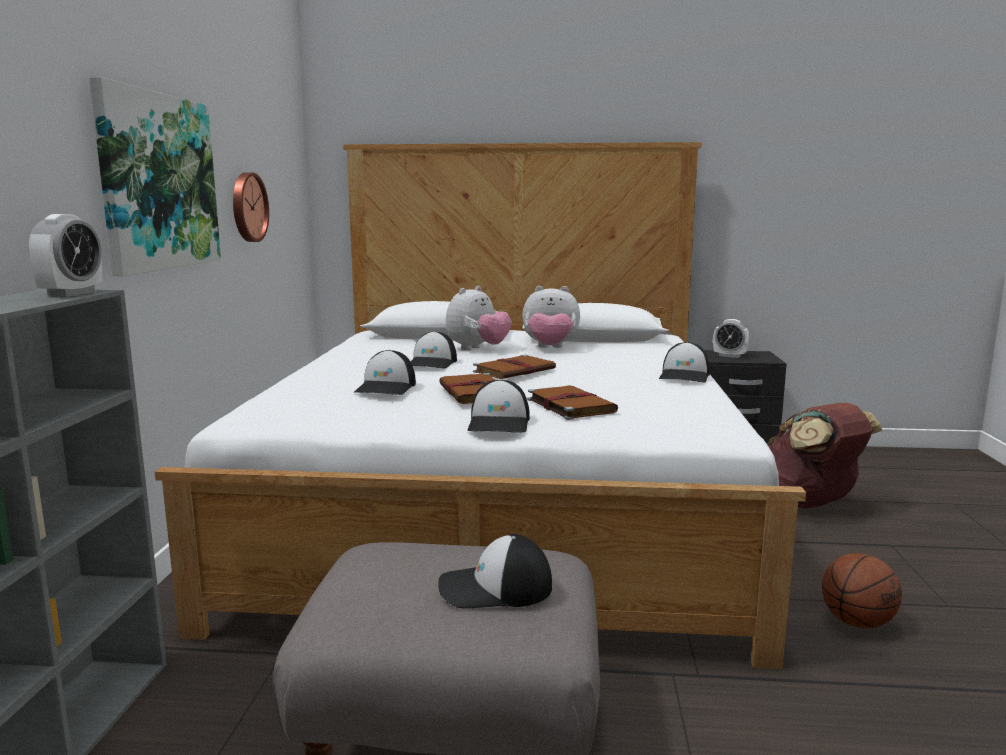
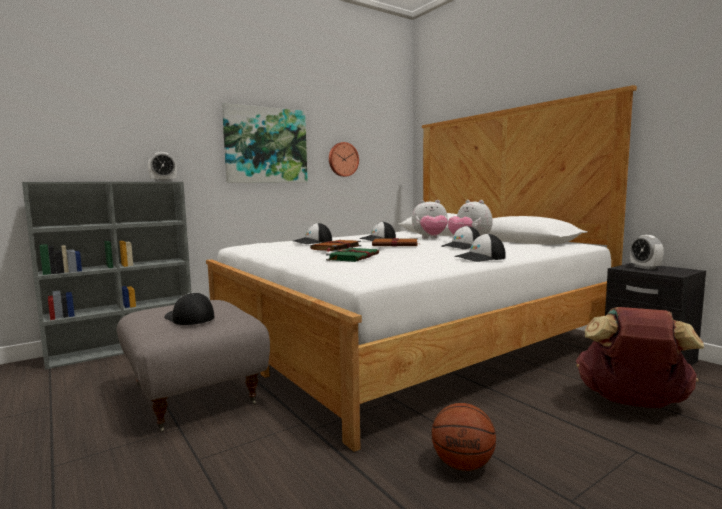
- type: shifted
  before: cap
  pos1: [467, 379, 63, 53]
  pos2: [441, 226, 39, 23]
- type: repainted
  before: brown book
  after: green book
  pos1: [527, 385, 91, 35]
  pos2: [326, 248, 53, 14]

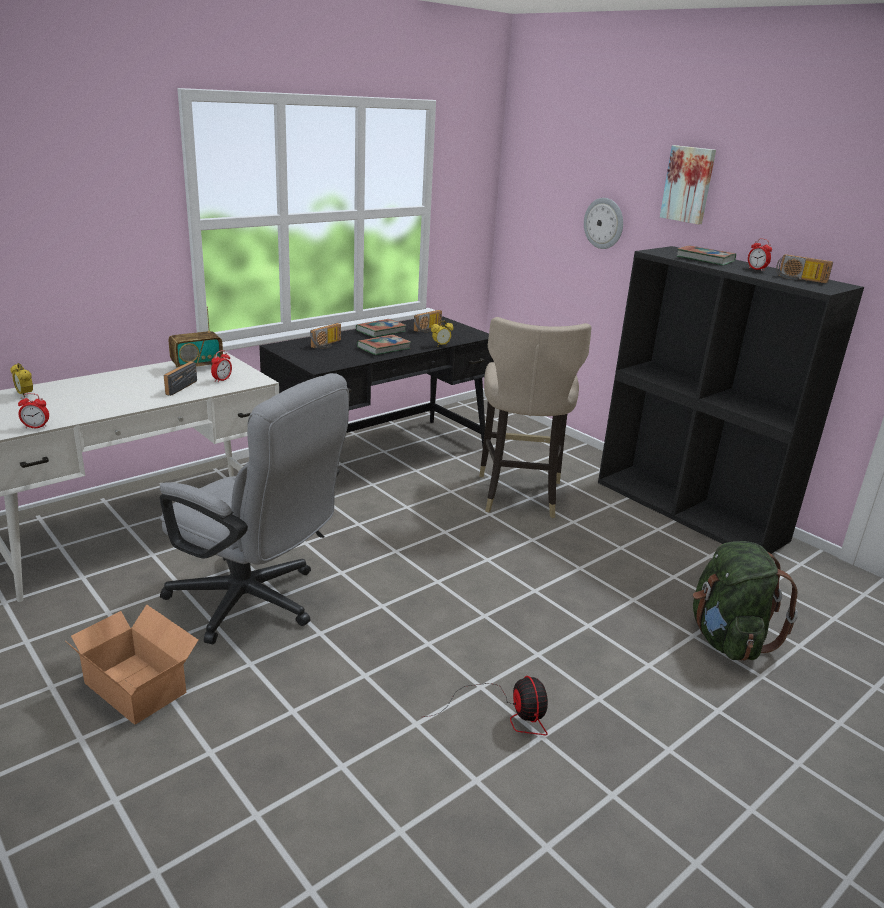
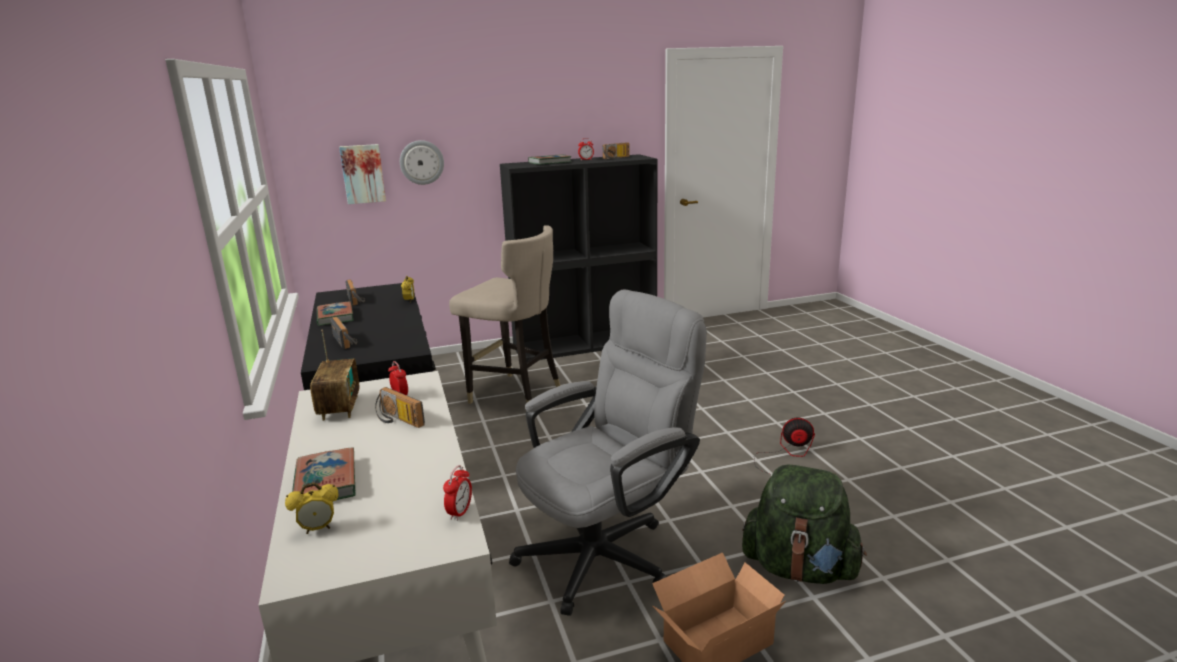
- type: shifted
  before: picture
  pos1: [660, 145, 56, 79]
  pos2: [339, 144, 47, 60]
- type: shifted
  before: book
  pos1: [357, 334, 54, 21]
  pos2: [292, 447, 64, 53]
- type: shifted
  before: green backpack
  pos1: [693, 541, 105, 120]
  pos2: [742, 464, 125, 120]

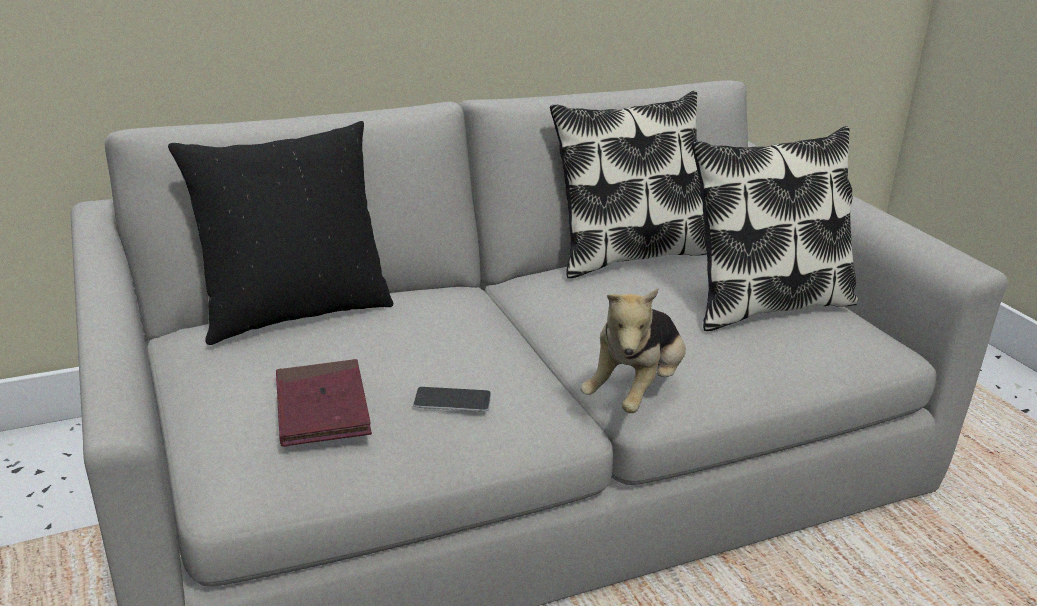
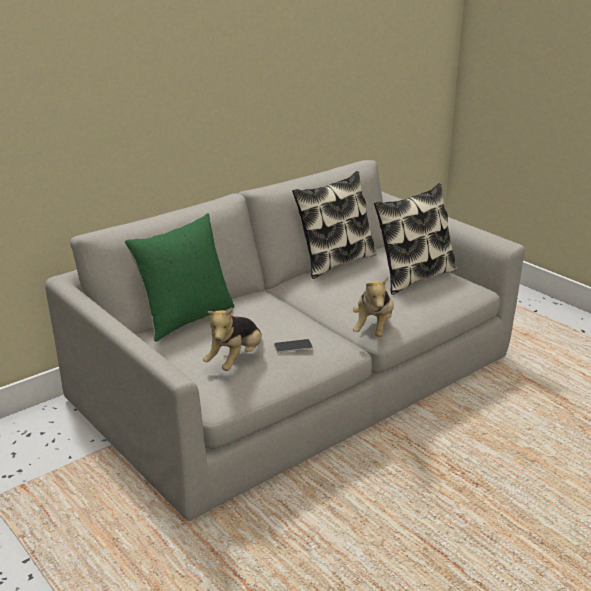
- type: repainted
  before: black pillow
  after: green pillow
  pos1: [168, 121, 226, 224]
  pos2: [125, 213, 109, 129]
- type: swapped
  before: red book
  after: plush toy
  pos1: [276, 359, 96, 88]
  pos2: [203, 308, 59, 63]

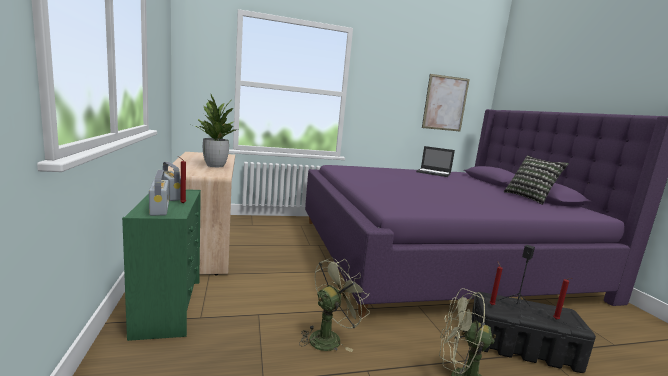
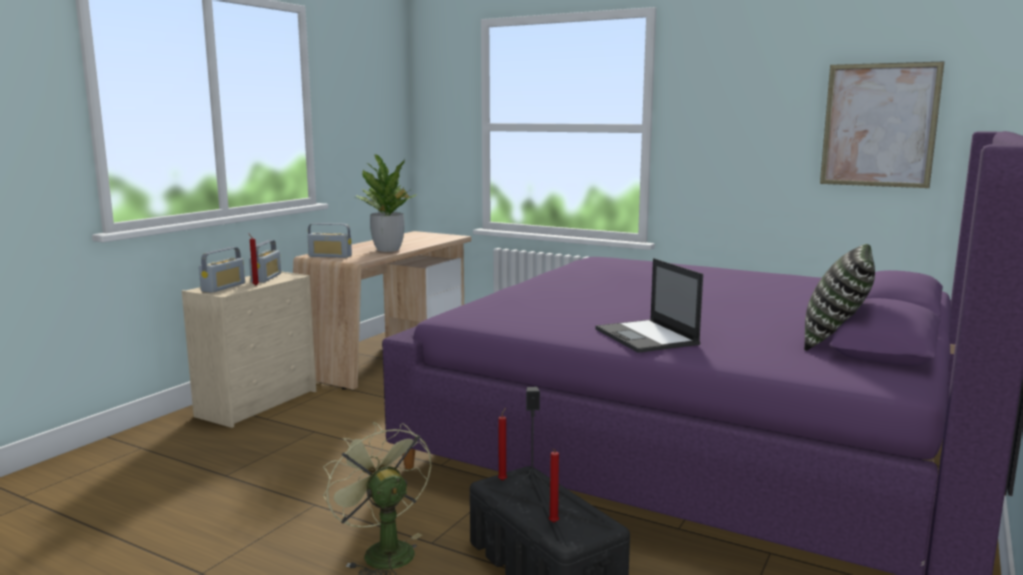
- type: shifted
  before: laptop
  pos1: [416, 146, 39, 31]
  pos2: [595, 258, 108, 95]
- type: repainted
  before: green dresser
  after: beige dresser
  pos1: [122, 189, 79, 152]
  pos2: [182, 271, 134, 157]
- type: gone
  before: green fan
  pos1: [299, 257, 71, 95]
- type: new
  after: radio
  pos2: [307, 223, 45, 35]

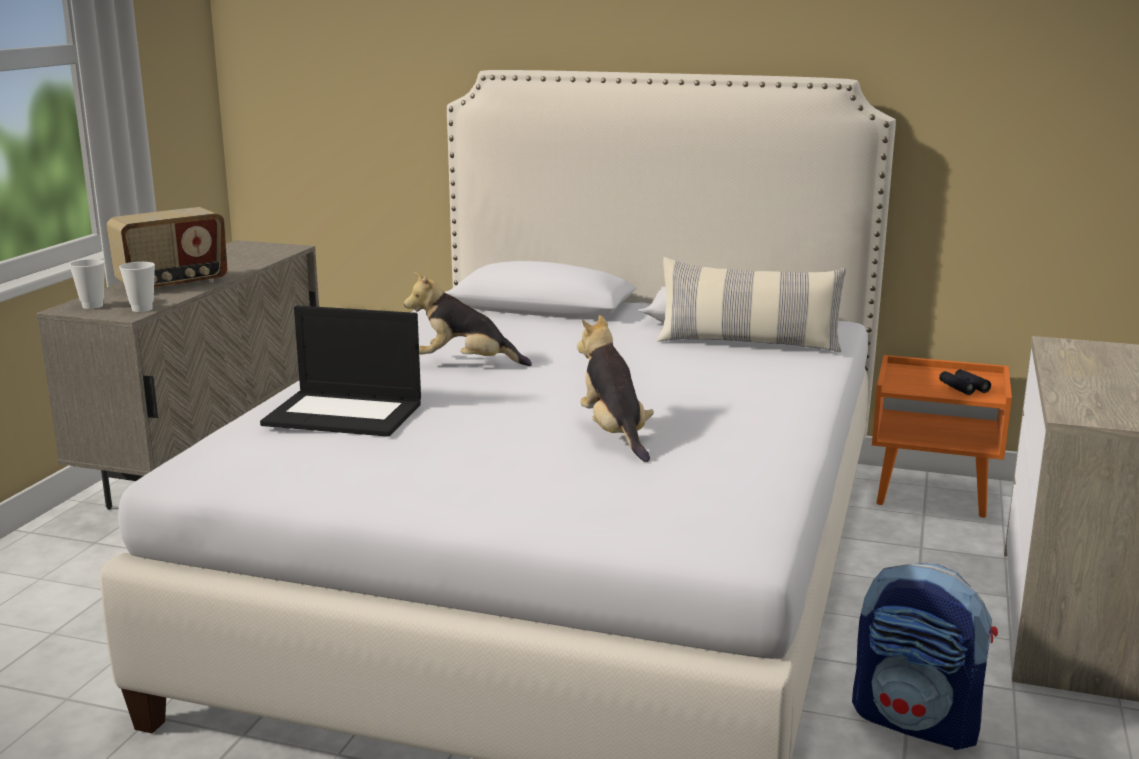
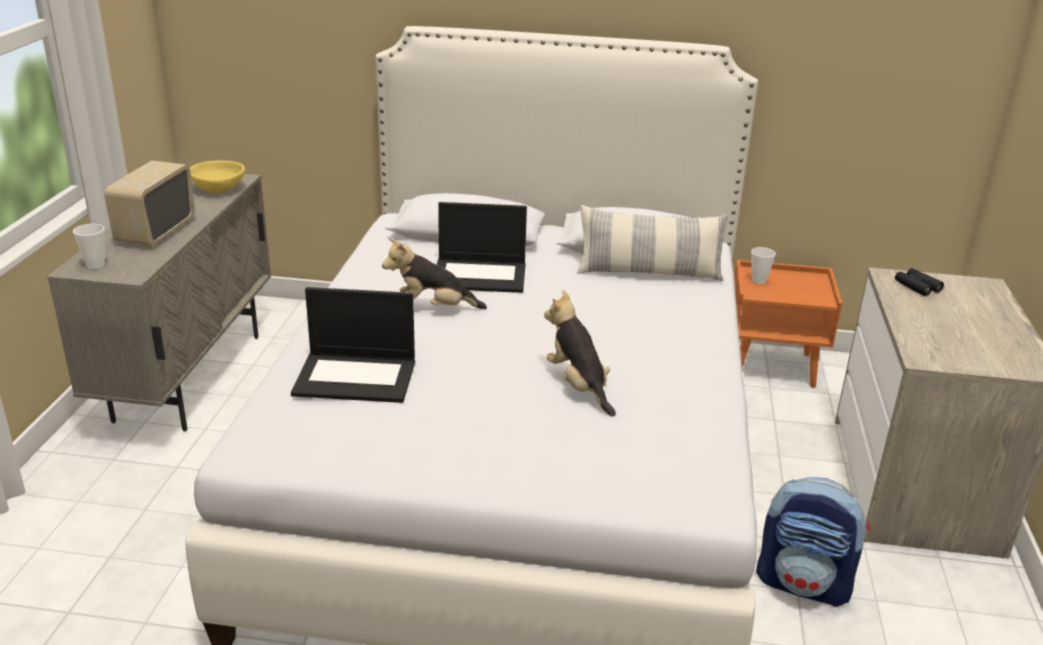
- type: rotated
  before: radio
  pos1: [106, 207, 122, 80]
  pos2: [104, 160, 91, 86]
  turn: 150
- type: shifted
  before: cup
  pos1: [119, 262, 36, 50]
  pos2: [751, 247, 25, 37]
- type: shifted
  before: black binoculars
  pos1: [939, 369, 52, 26]
  pos2: [895, 268, 49, 28]
- type: new
  after: yellow bowl
  pos2: [190, 161, 55, 32]
- type: new
  after: laptop
  pos2: [437, 202, 90, 91]

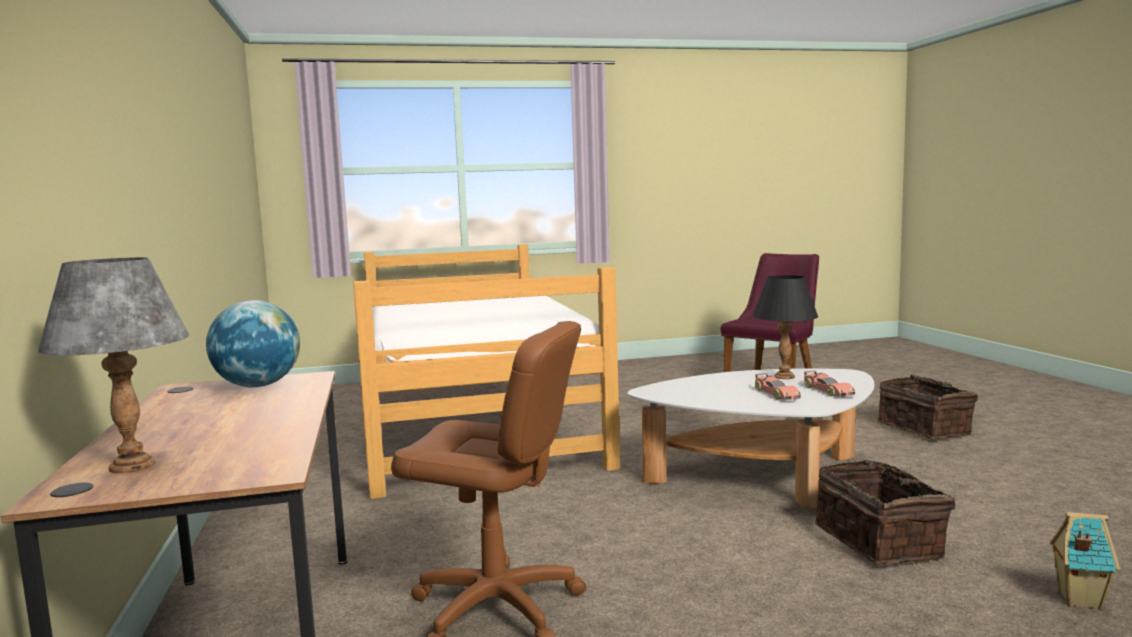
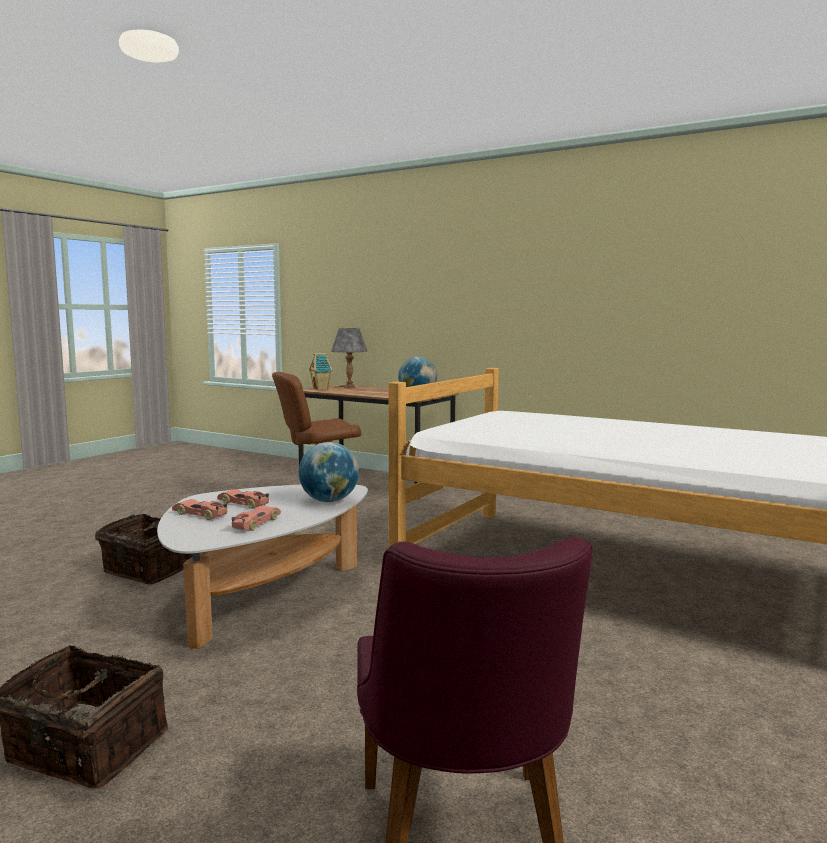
- type: swapped
  before: black table lamp
  after: toy car
  pos1: [753, 275, 65, 104]
  pos2: [232, 506, 49, 25]
- type: shifted
  before: toy house
  pos1: [1049, 512, 71, 98]
  pos2: [309, 353, 24, 37]
- type: new
  after: globe
  pos2: [298, 442, 61, 60]

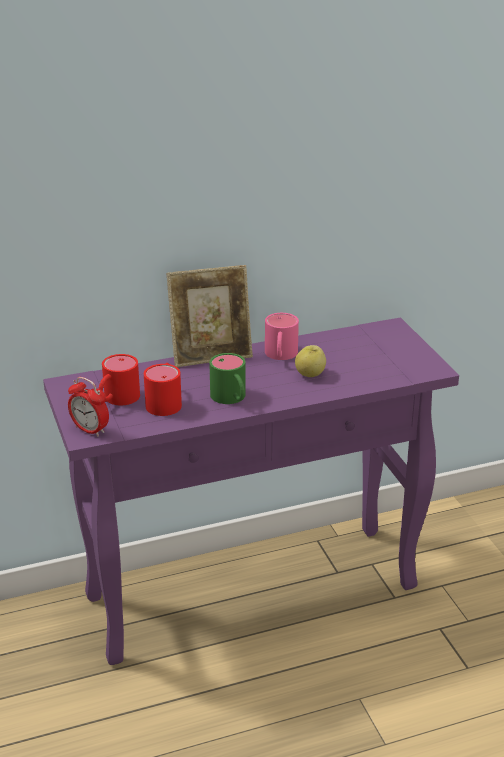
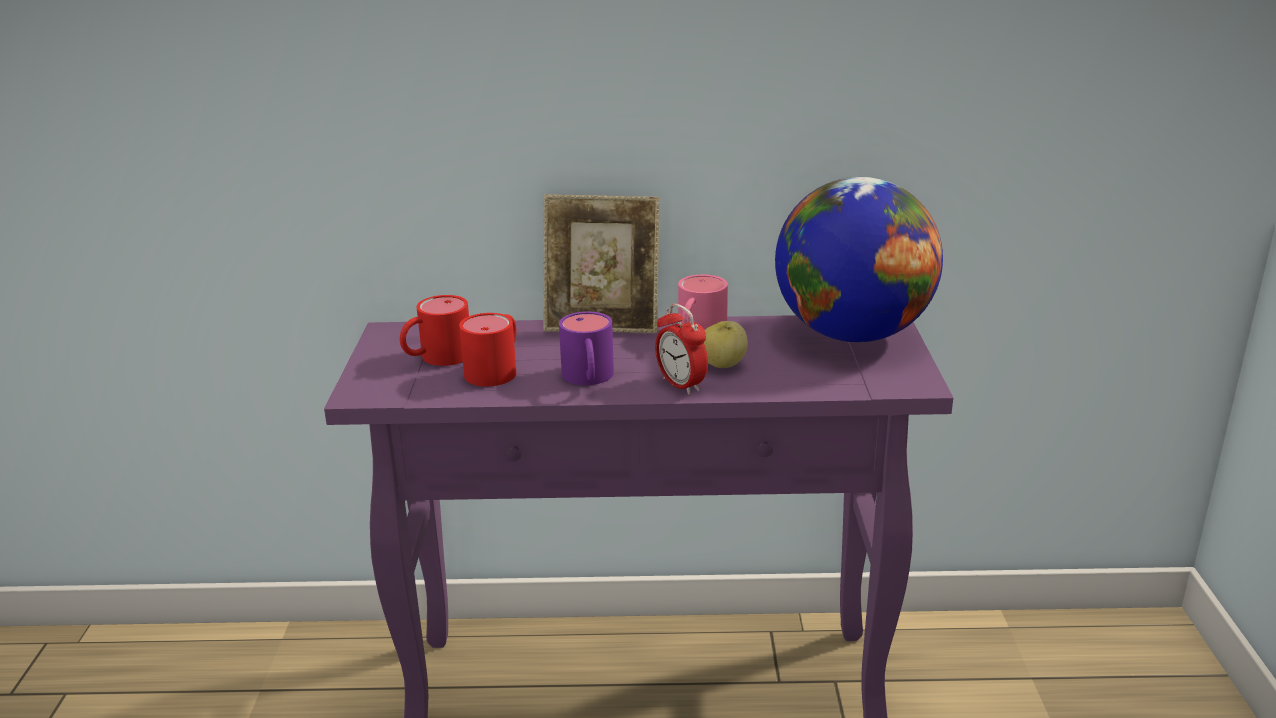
- type: repainted
  before: green mug
  after: purple mug
  pos1: [209, 353, 37, 51]
  pos2: [559, 312, 55, 73]
- type: shifted
  before: alarm clock
  pos1: [68, 377, 41, 60]
  pos2: [655, 303, 53, 92]
- type: new
  after: globe
  pos2: [775, 177, 168, 165]

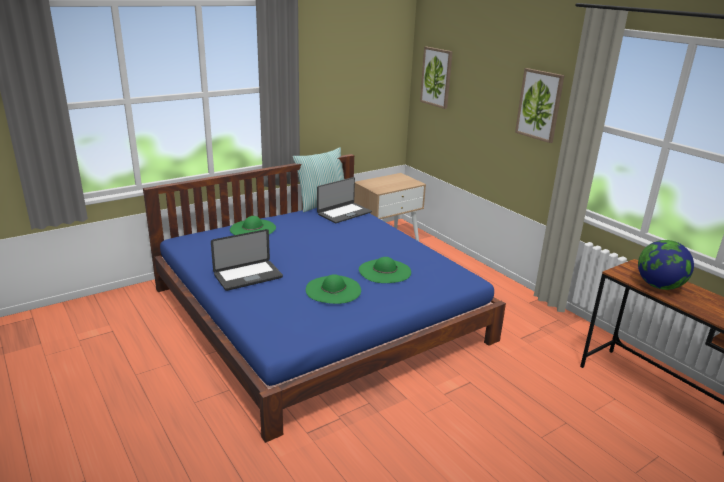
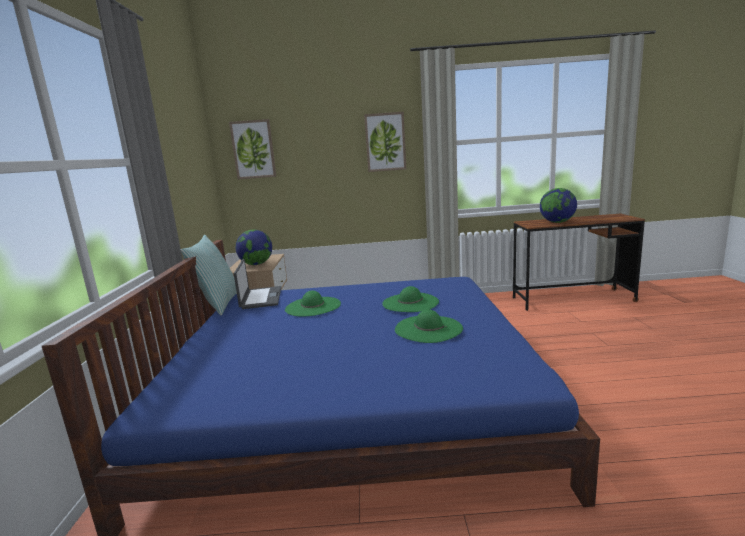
- type: shifted
  before: green hat
  pos1: [230, 216, 46, 19]
  pos2: [285, 290, 56, 26]
- type: gone
  before: laptop
  pos1: [211, 229, 72, 62]
- type: new
  after: globe
  pos2: [235, 230, 37, 35]

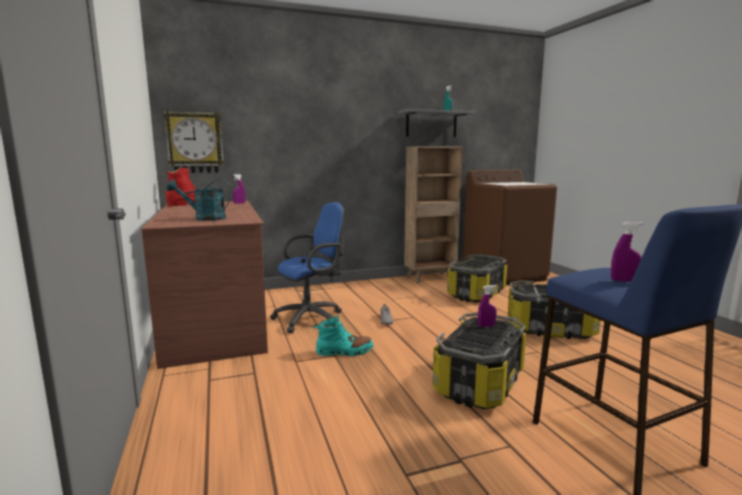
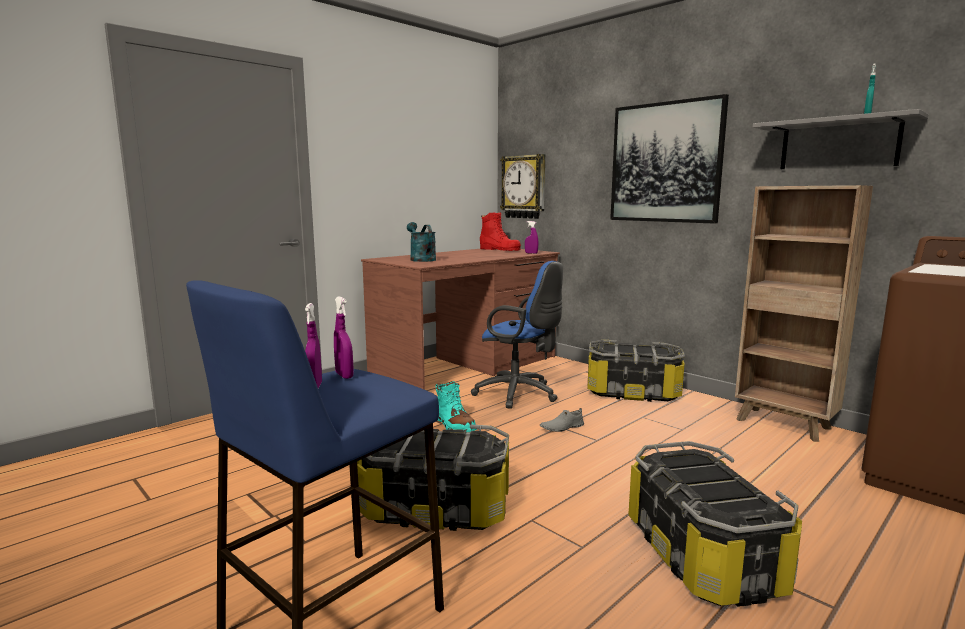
- type: shifted
  before: storage box
  pos1: [447, 254, 60, 48]
  pos2: [587, 340, 98, 62]
- type: shifted
  before: purple spray bottle
  pos1: [478, 285, 19, 42]
  pos2: [334, 296, 20, 83]
- type: new
  after: picture
  pos2: [610, 94, 119, 130]

